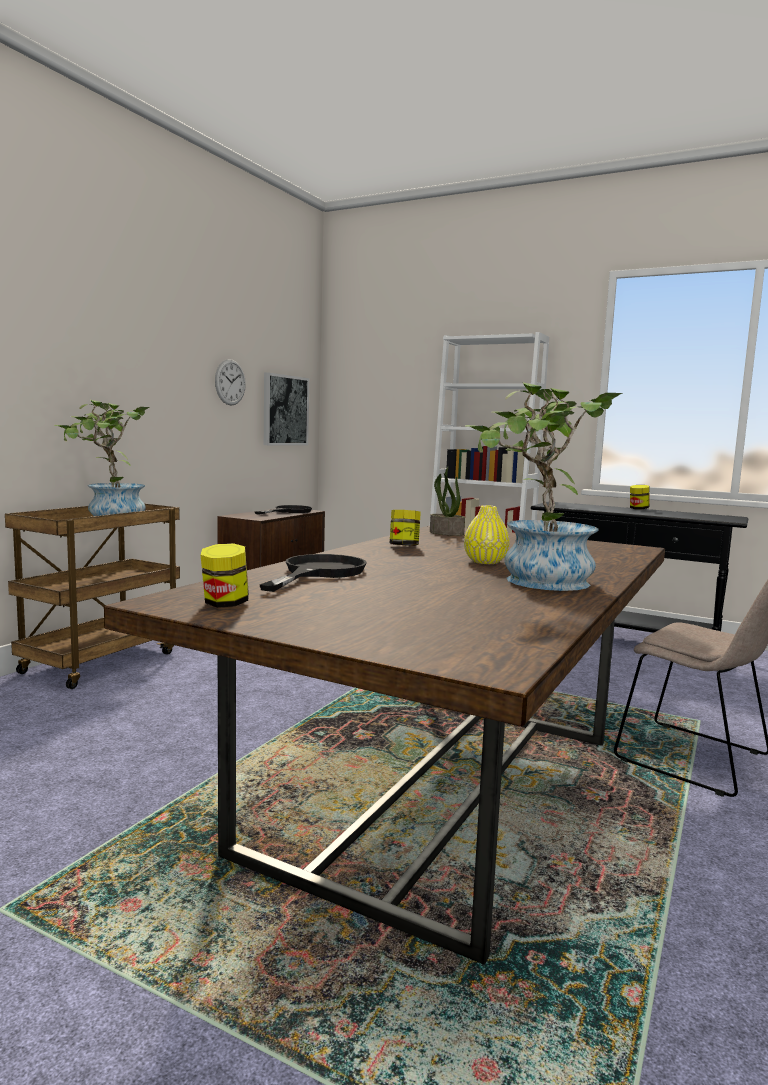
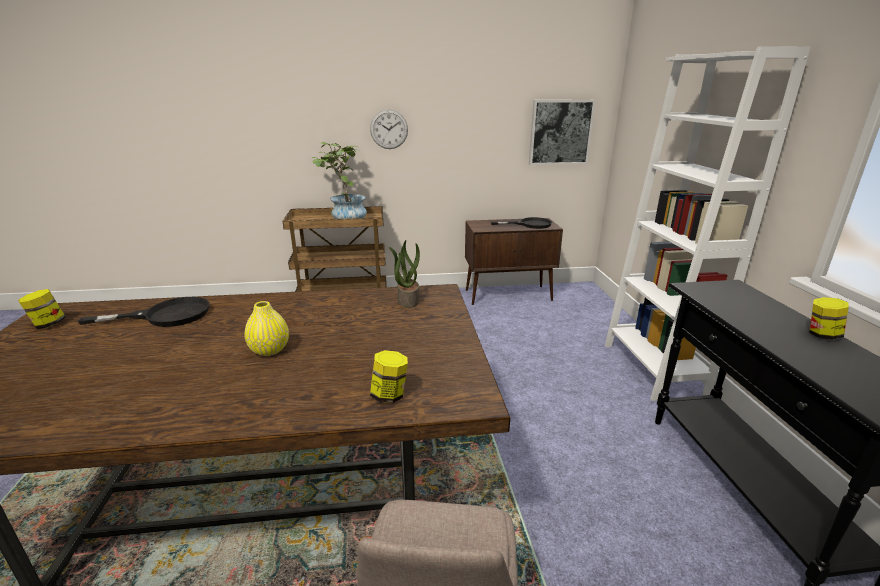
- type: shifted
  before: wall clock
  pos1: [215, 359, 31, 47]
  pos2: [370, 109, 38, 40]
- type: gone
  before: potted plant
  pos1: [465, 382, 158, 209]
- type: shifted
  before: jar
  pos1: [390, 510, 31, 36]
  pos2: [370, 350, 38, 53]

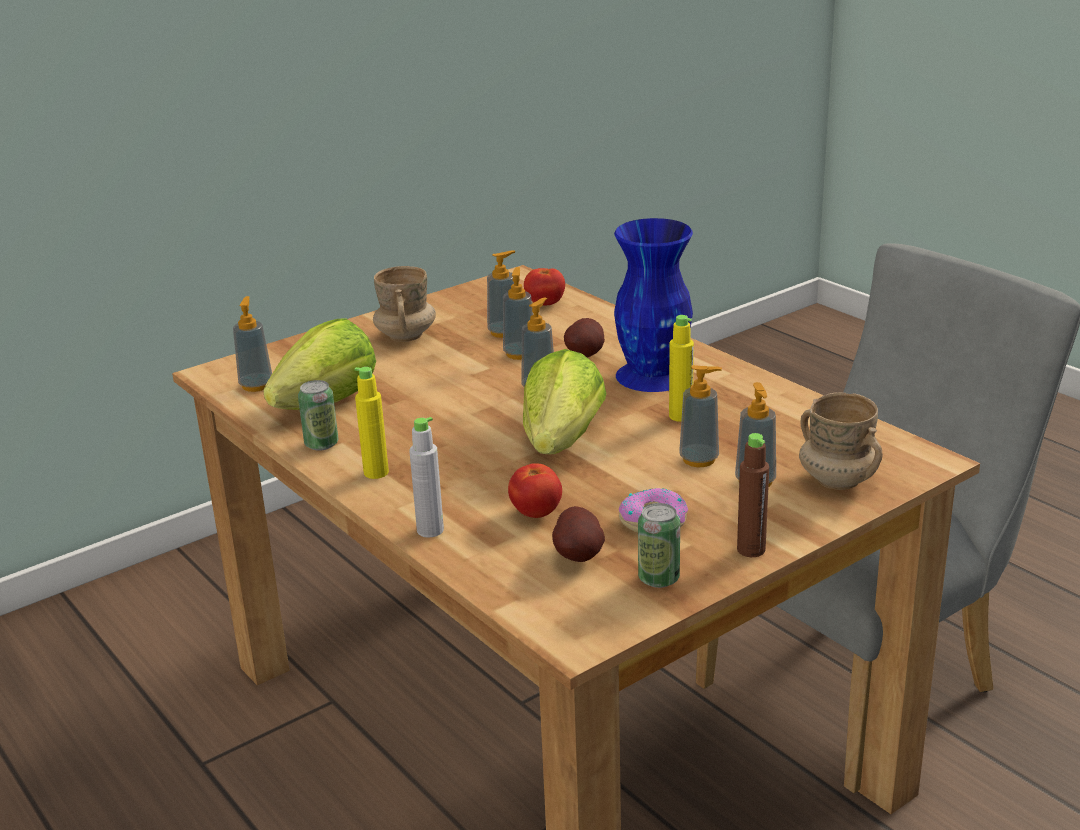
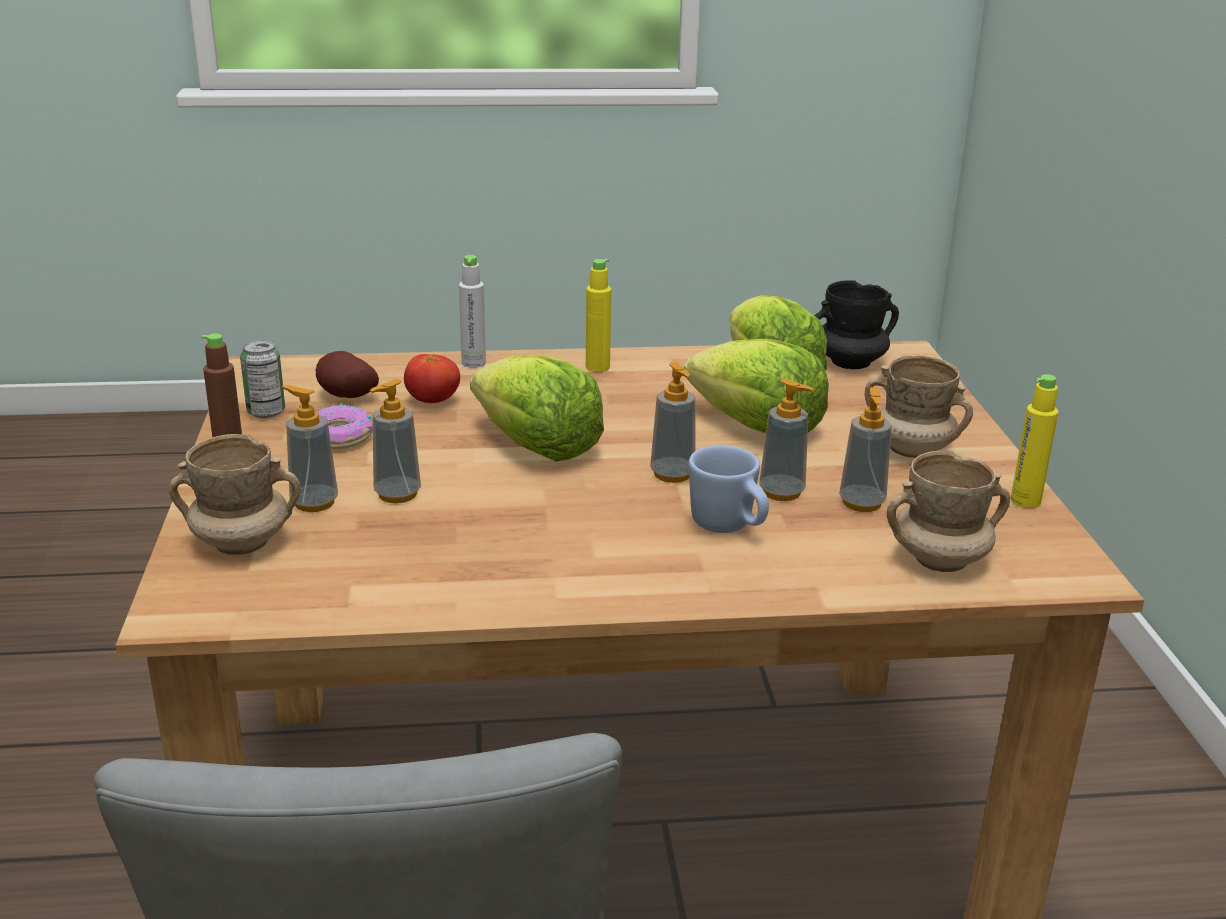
- type: gone
  before: blue vase
  pos1: [614, 218, 79, 174]
- type: swapped
  before: tomato
  after: beige mug
  pos1: [524, 268, 41, 37]
  pos2: [887, 451, 123, 121]
- type: swapped
  before: soap dispenser
  after: black mug
  pos1: [233, 296, 39, 96]
  pos2: [815, 280, 84, 89]
- type: shifted
  before: yellow bottle
  pos1: [669, 315, 25, 107]
  pos2: [1011, 374, 48, 134]
- type: swapped
  before: potato
  after: blue mug
  pos1: [564, 318, 41, 39]
  pos2: [689, 445, 80, 88]
- type: gone
  before: can
  pos1: [298, 380, 40, 71]
- type: new
  after: lettuce
  pos2: [684, 339, 145, 95]

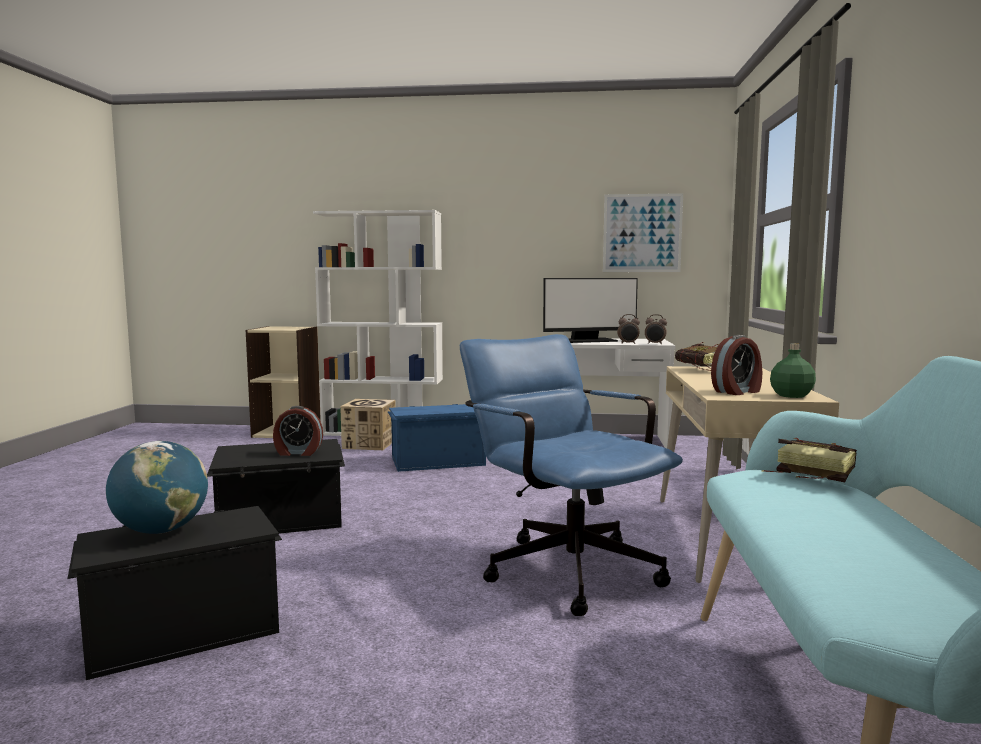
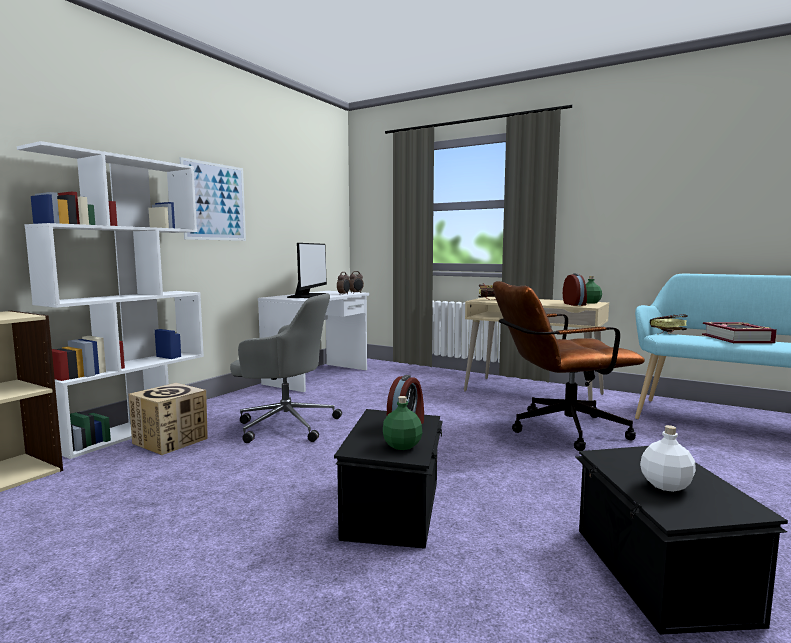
- type: shifted
  before: picture
  pos1: [603, 193, 80, 79]
  pos2: [180, 157, 66, 84]
- type: repainted
  before: blue office chair
  after: brown office chair
  pos1: [460, 334, 223, 282]
  pos2: [493, 281, 152, 170]
- type: swapped
  before: blue storage box
  after: grey office chair
  pos1: [388, 404, 98, 68]
  pos2: [230, 293, 112, 150]
- type: swapped
  before: globe
  after: white bottle
  pos1: [106, 441, 102, 93]
  pos2: [640, 425, 56, 67]
- type: new
  after: book
  pos2: [702, 322, 75, 21]
- type: new
  after: green bottle
  pos2: [383, 396, 39, 54]

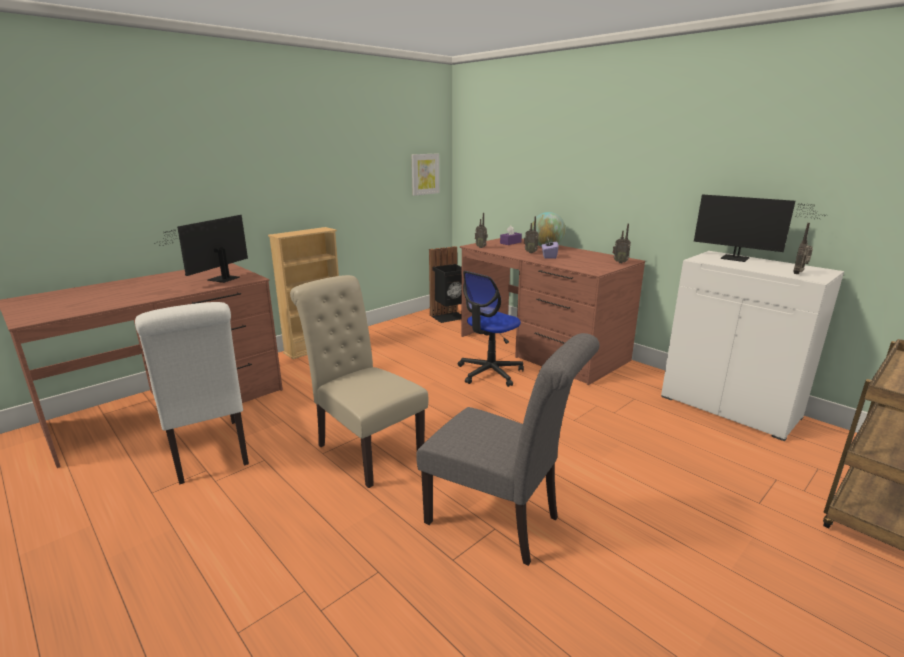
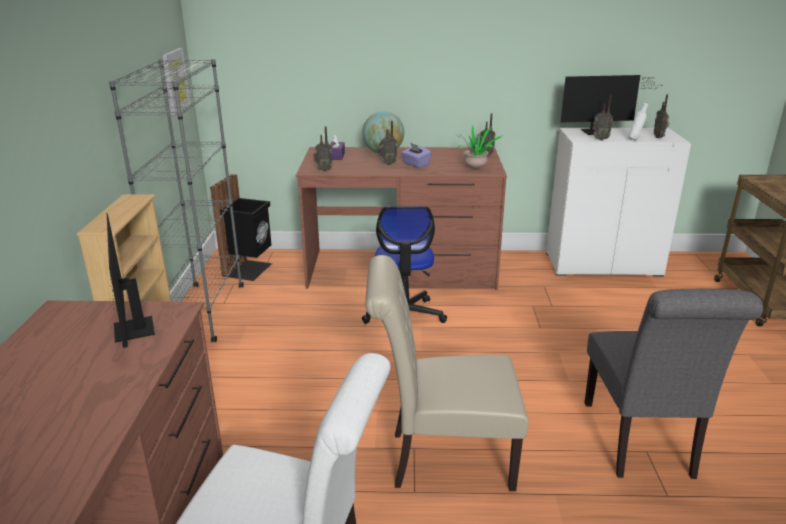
- type: rotated
  before: grey chair
  pos1: [416, 333, 184, 233]
  pos2: [584, 289, 179, 190]
  turn: 105
- type: new
  after: grey bookcase
  pos2: [109, 59, 135, 283]
- type: new
  after: radio
  pos2: [592, 95, 21, 45]
- type: new
  after: white bottle
  pos2: [628, 102, 20, 38]
- type: new
  after: potted plant
  pos2: [455, 126, 48, 43]

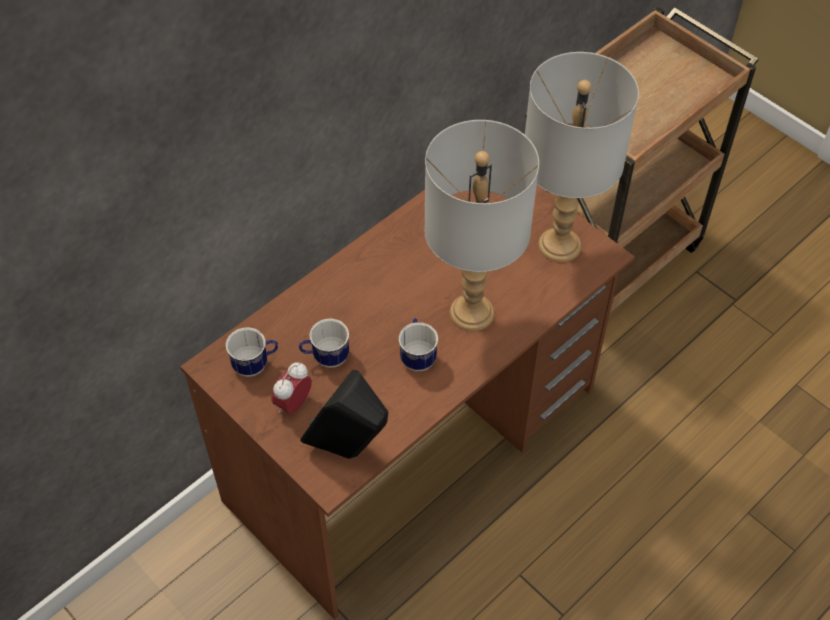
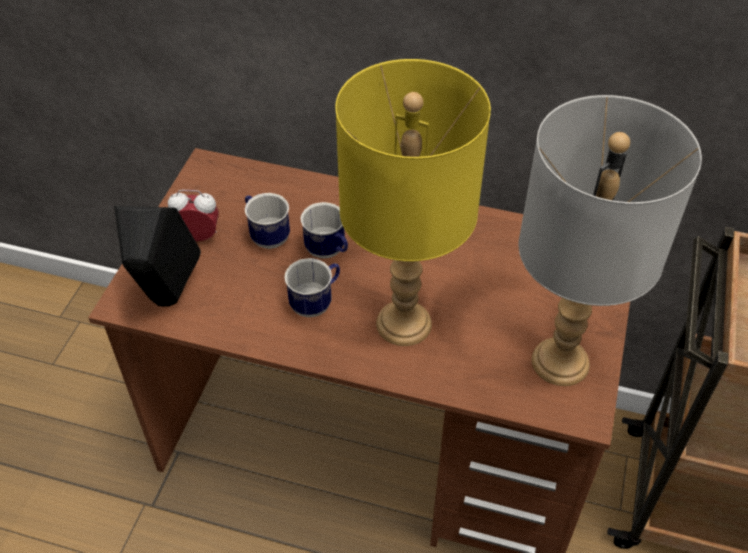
- type: repainted
  before: grey table lamp
  after: yellow table lamp
  pos1: [424, 120, 115, 211]
  pos2: [335, 59, 156, 287]
- type: shifted
  before: mug
  pos1: [226, 327, 52, 50]
  pos2: [300, 202, 48, 57]

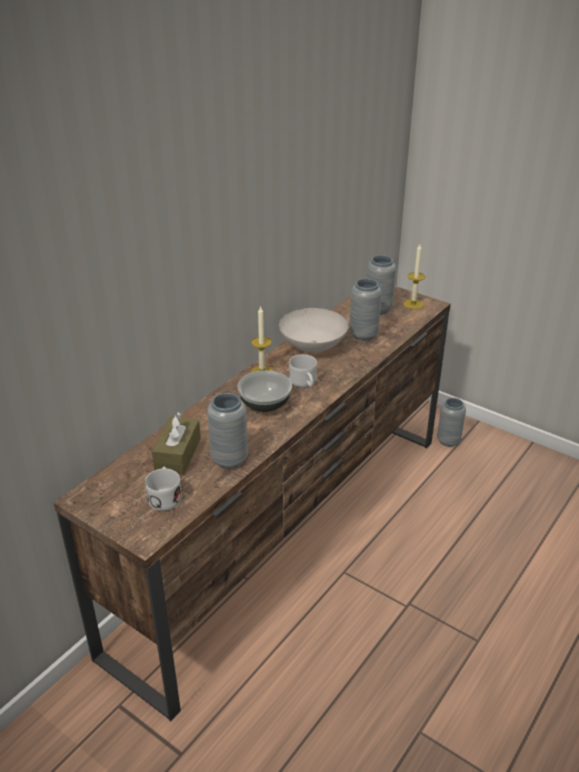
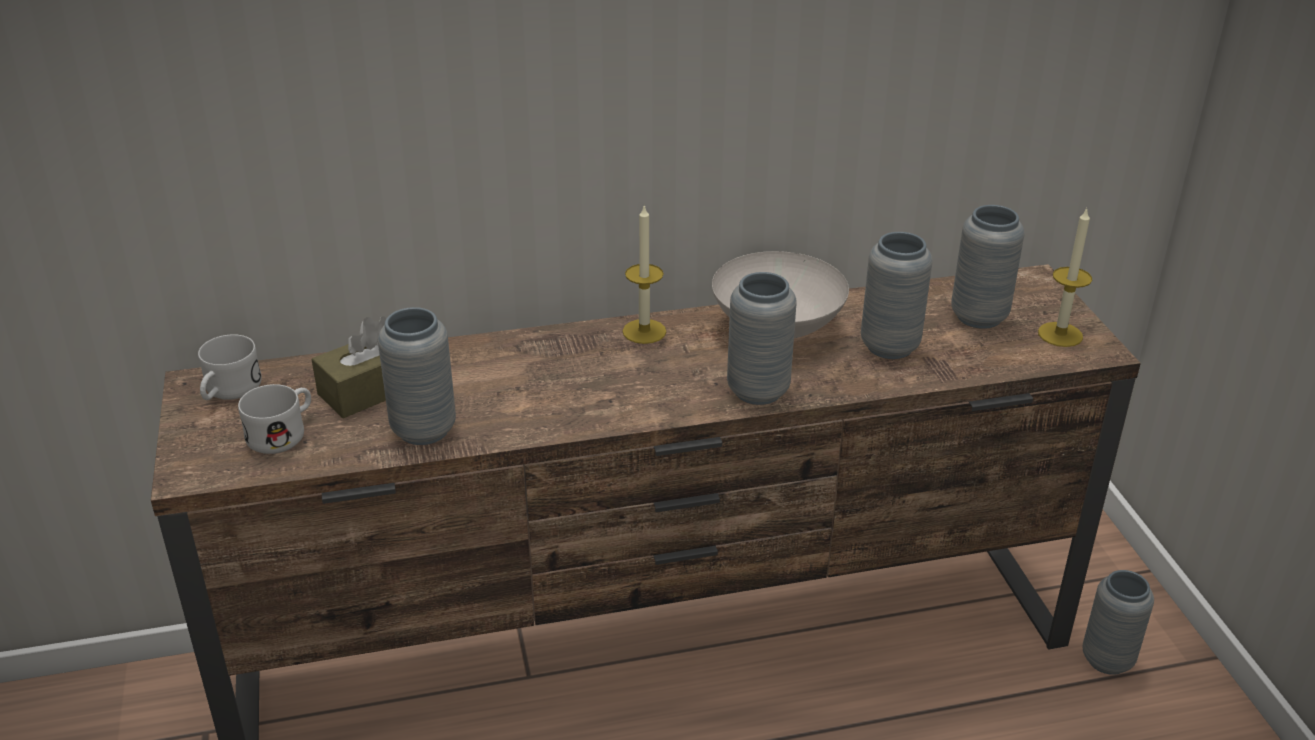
- type: shifted
  before: white mug
  pos1: [289, 354, 28, 33]
  pos2: [198, 334, 64, 66]
- type: gone
  before: bowl
  pos1: [237, 370, 55, 42]
- type: new
  after: grey vase
  pos2: [727, 272, 70, 133]

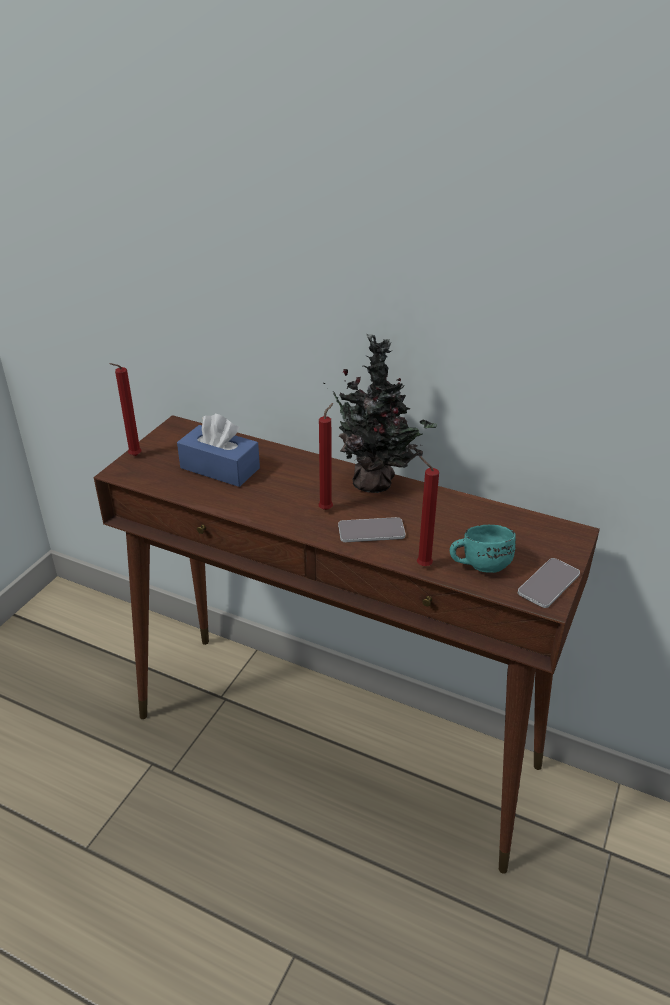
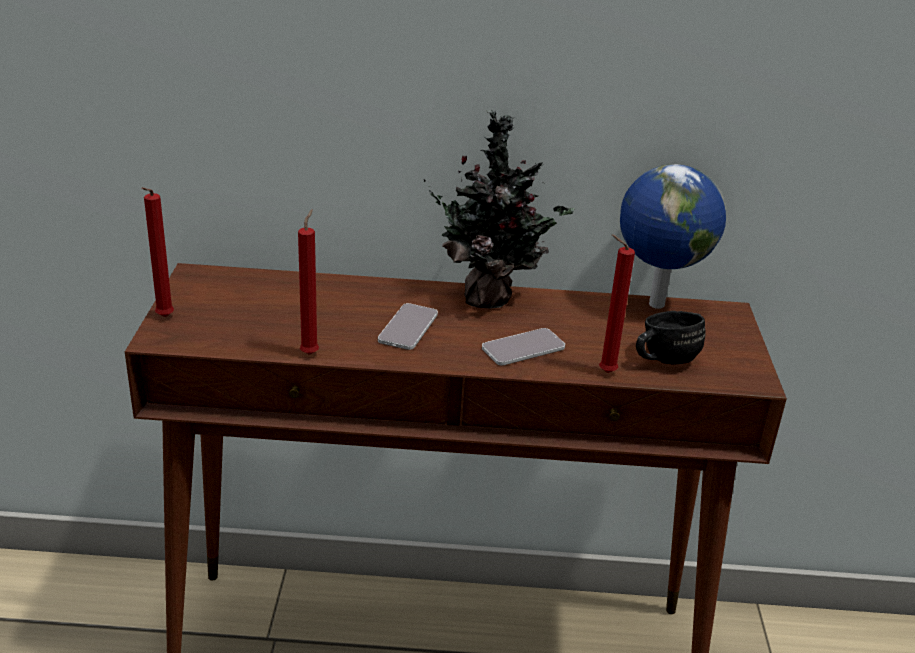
- type: shifted
  before: red candle
  pos1: [319, 403, 14, 107]
  pos2: [298, 209, 21, 146]
- type: gone
  before: blue tissue box
  pos1: [177, 414, 83, 73]
- type: repainted
  before: turquoise mug
  after: black mug
  pos1: [450, 525, 66, 48]
  pos2: [636, 311, 70, 53]
- type: shifted
  before: phone
  pos1: [518, 558, 62, 50]
  pos2: [378, 303, 60, 47]
- type: new
  after: globe
  pos2: [620, 164, 106, 145]

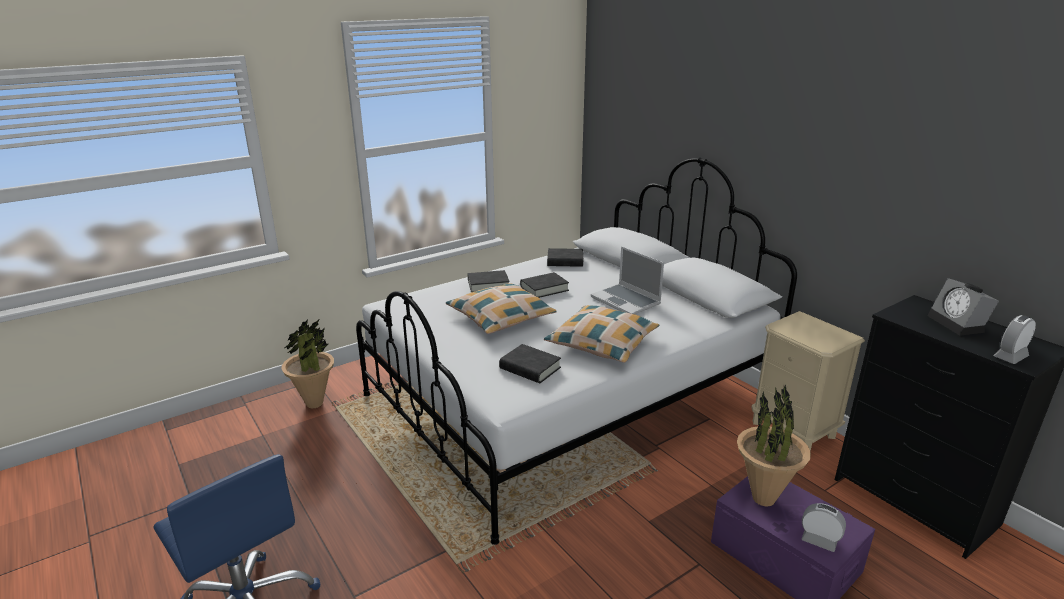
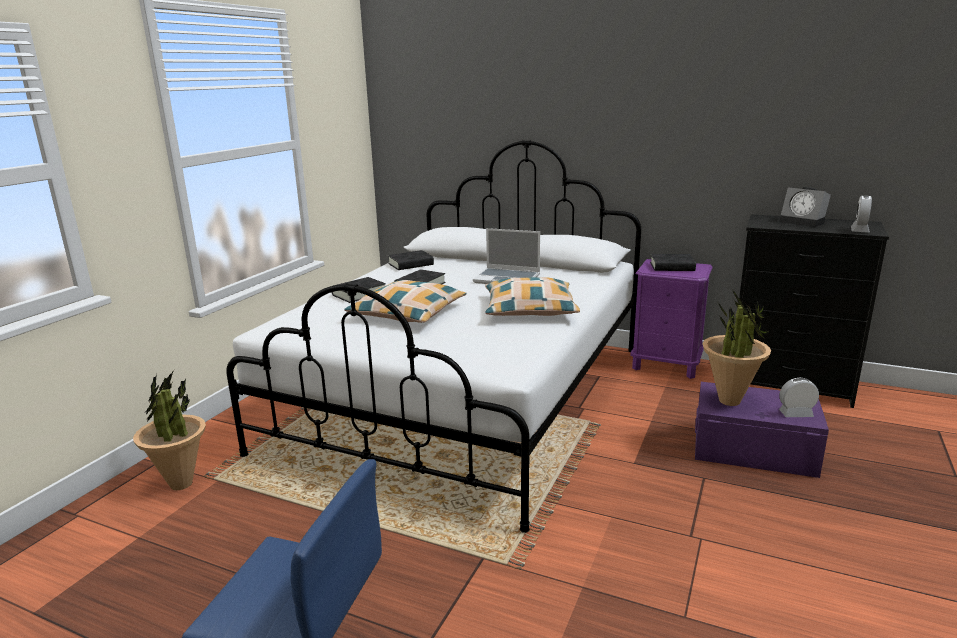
- type: repainted
  before: beige nightstand
  after: purple nightstand
  pos1: [751, 311, 114, 140]
  pos2: [630, 259, 83, 120]
- type: shifted
  before: black book
  pos1: [499, 344, 62, 39]
  pos2: [650, 254, 46, 17]

